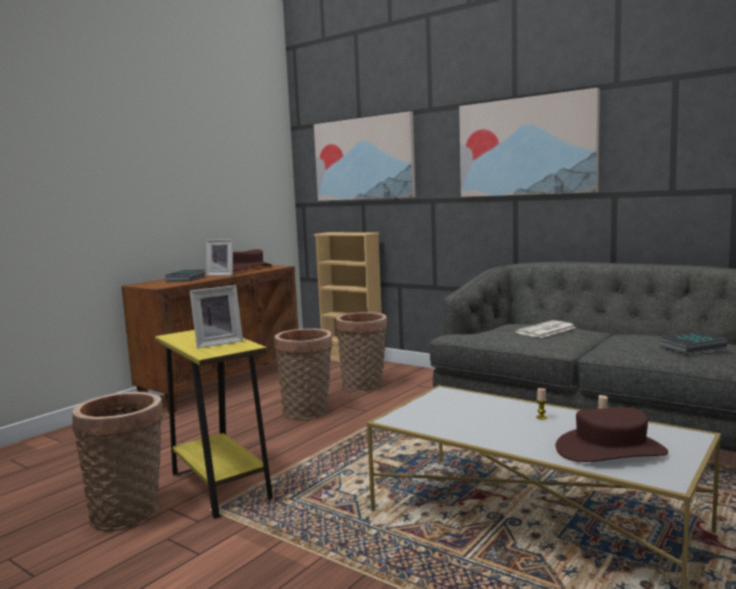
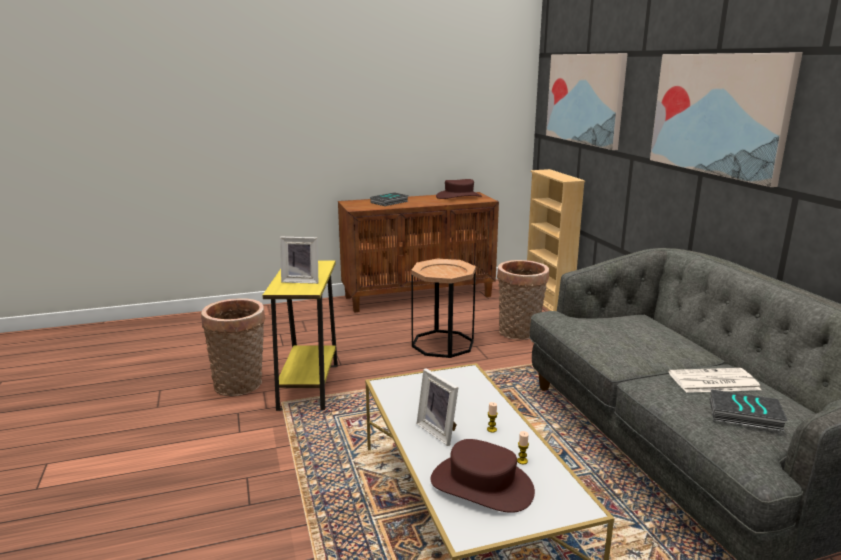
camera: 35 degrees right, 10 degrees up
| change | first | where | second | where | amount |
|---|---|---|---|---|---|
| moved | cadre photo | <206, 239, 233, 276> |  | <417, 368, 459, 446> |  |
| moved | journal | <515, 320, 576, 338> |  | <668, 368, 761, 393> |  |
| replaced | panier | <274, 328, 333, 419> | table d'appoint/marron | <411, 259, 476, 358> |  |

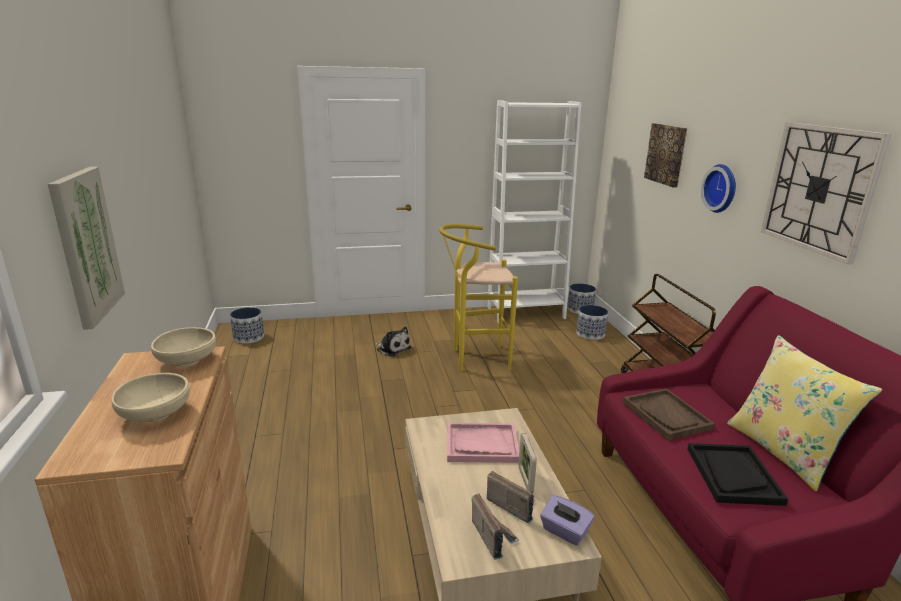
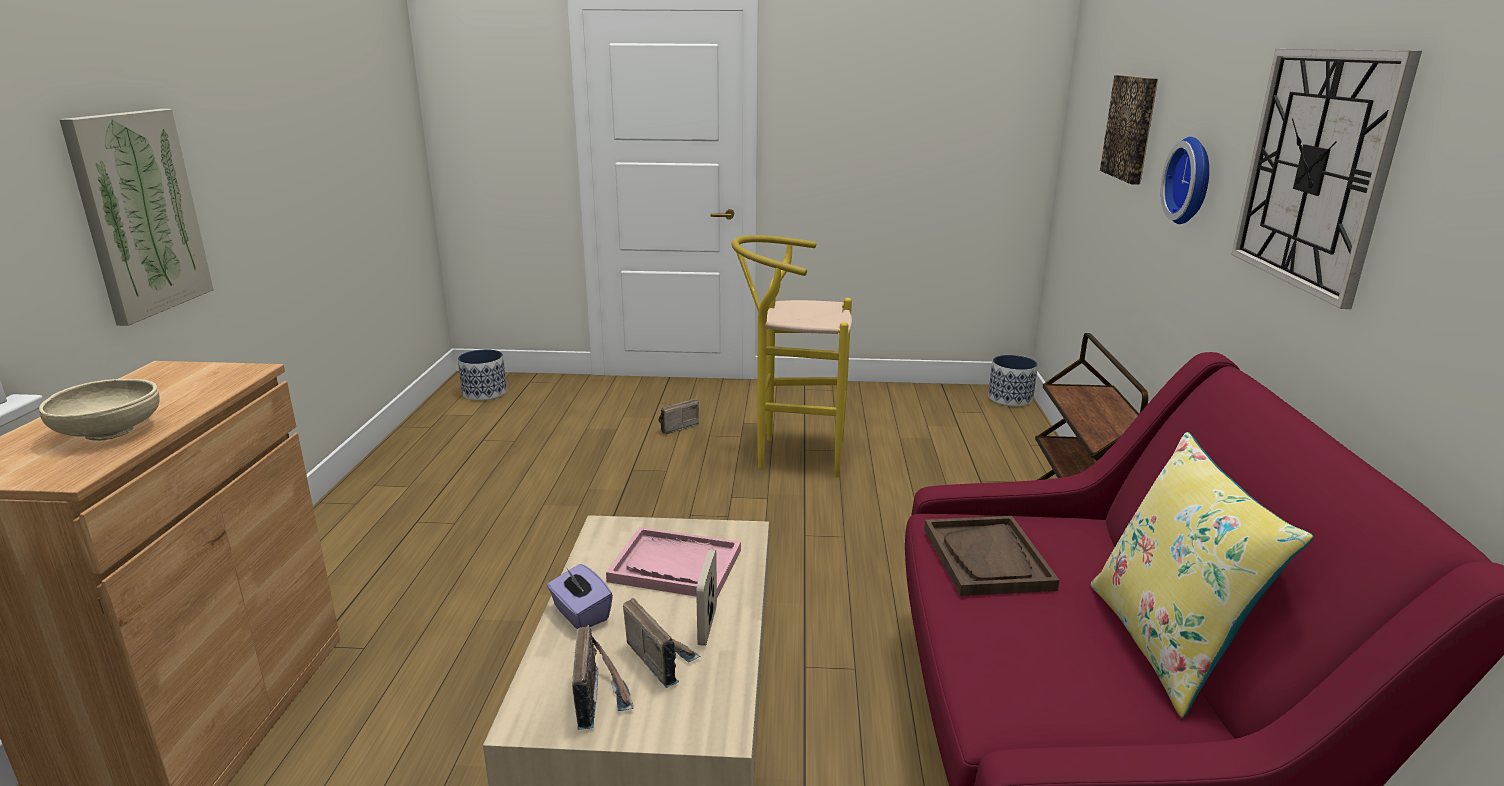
camera: 15 degrees right, 0 degrees up
| change | first | where | second | where | amount |
|---|---|---|---|---|---|
| removed | bol/beige | <151, 327, 216, 367> |  |  |  |
| removed | bibliothèque/blanc | <488, 100, 582, 323> |  |  |  |
| removed | cache-pot | <576, 305, 608, 340> |  |  |  |
| removed | plateau/noir | <688, 443, 788, 506> |  |  |  |
| moved | boîte à mouchoirs/violet | <540, 495, 594, 545> |  | <547, 564, 613, 629> |  |
| replaced | peluche | <375, 327, 411, 357> | radio | <658, 399, 700, 434> |  |

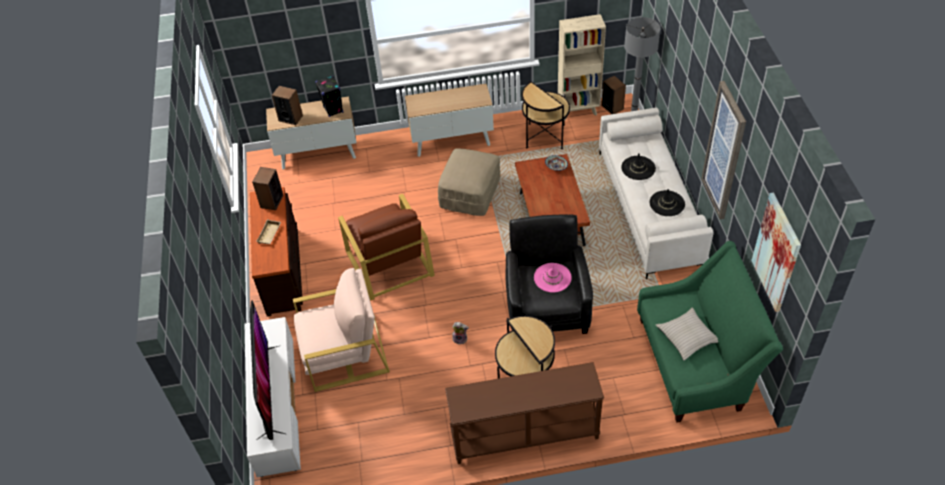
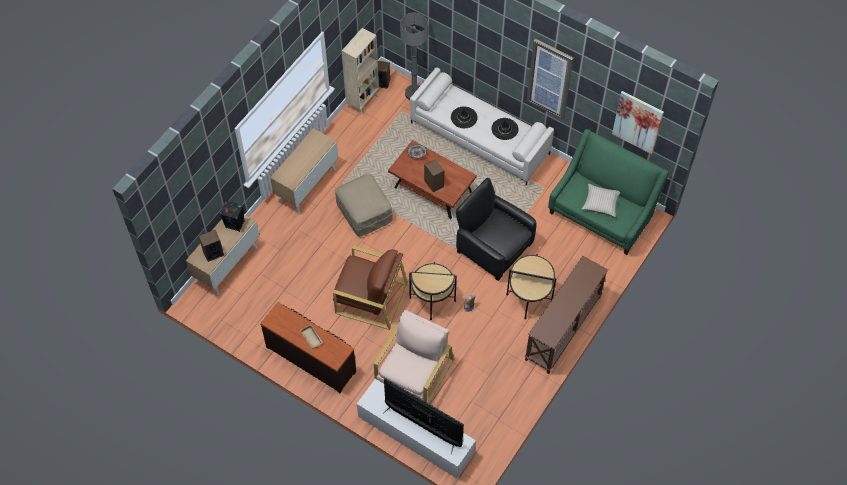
camera: 50 degrees left, 10 degrees up
| change | first | where | second | where | amount |
|---|---|---|---|---|---|
| removed | chapeau/rose | <534, 263, 572, 292> |  |  |  |
| moved | enceinte | <252, 167, 283, 210> |  | <424, 159, 444, 193> |  |
| moved | table d'appoint | <522, 81, 570, 149> |  | <409, 262, 457, 320> |  |

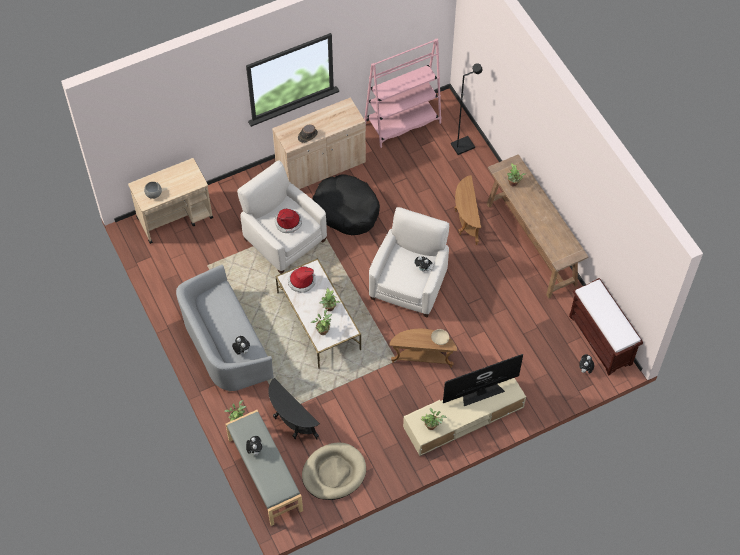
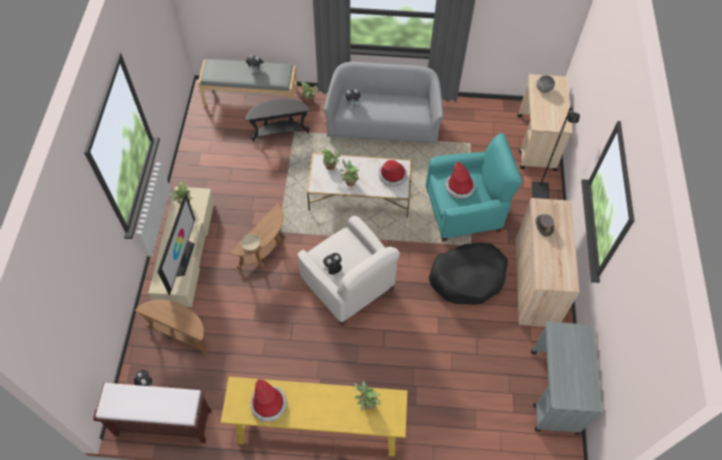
camera: 120 degrees right, 0 degrees up
| change | first | where | second | where | amount |
|---|---|---|---|---|---|
| removed | panier pour chien/beige | <302, 442, 366, 500> |  |  |  |
| added |  |  | chapeau | <250, 379, 287, 421> |  |
| moved | lampadaire/noir | <451, 63, 483, 155> |  | <532, 105, 580, 199> |  |
| moved | table d'appoint/marron | <454, 175, 481, 245> |  | <135, 300, 207, 354> |  |
| replaced | bibliothèque/rose | <364, 39, 441, 148> | chariot/gris | <531, 322, 602, 434> |  |
| recoloured | fauteuil/blanc | <237, 160, 327, 274> | fauteuil/turquoise | <426, 133, 522, 242> |  |
| recoloured | table console/marron | <487, 154, 589, 299> | table console/jaune | <221, 377, 408, 456> |  |

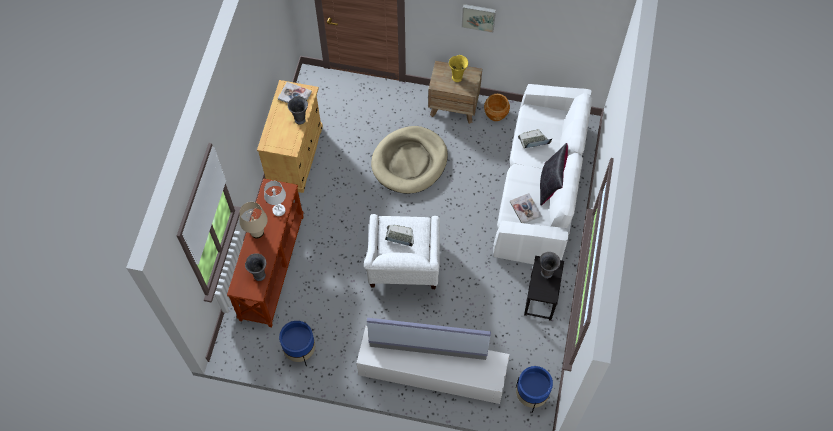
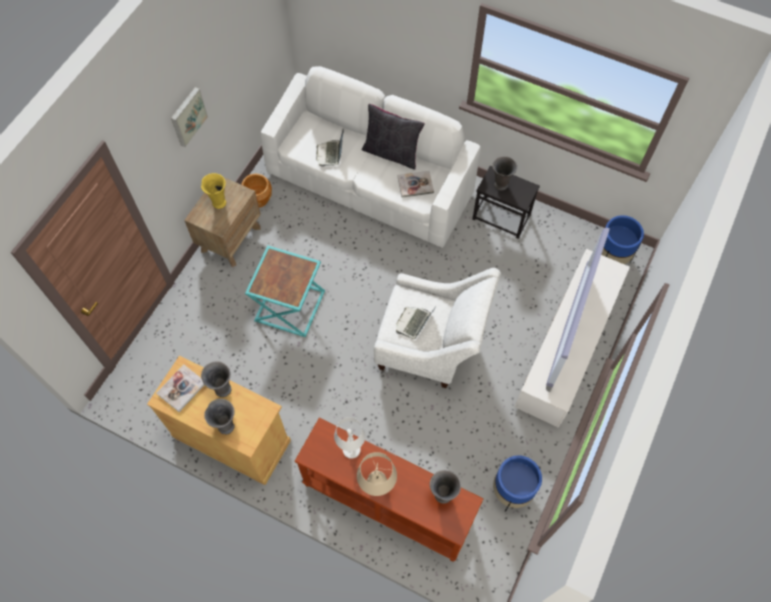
camera: 75 degrees left, 0 degrees up
| change | first | where | second | where | amount |
|---|---|---|---|---|---|
| added |  |  | vase/gris | <204, 399, 235, 435> |  |
| replaced | panier pour chien/beige | <371, 126, 448, 194> | table d'appoint/turquoise | <245, 245, 325, 337> |  |

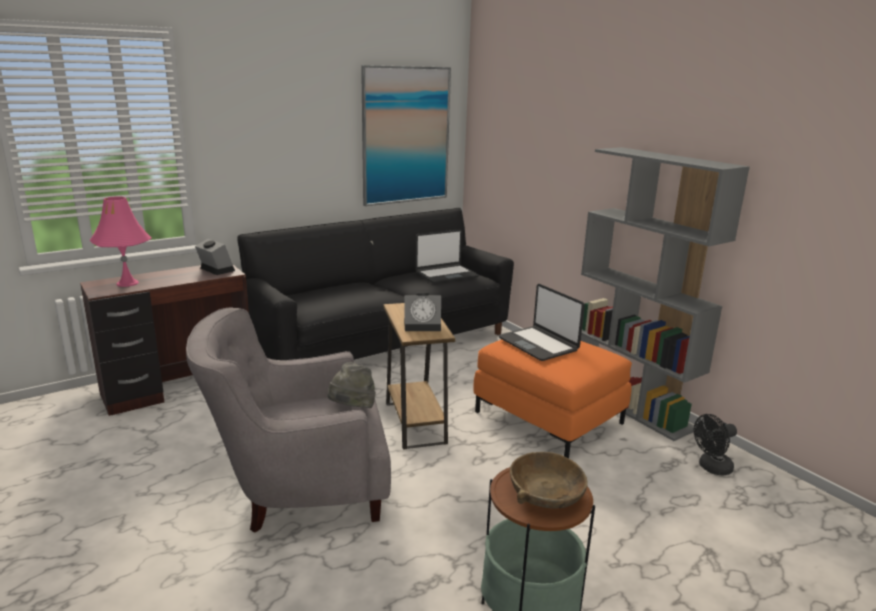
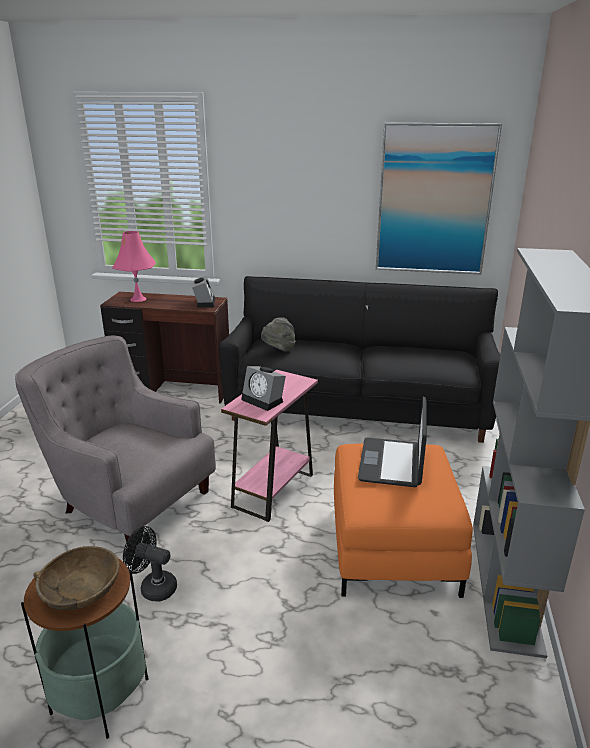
camera: 45 degrees right, 5 degrees up
| change | first | where | second | where | amount |
|---|---|---|---|---|---|
| removed | ordinateur portable | <415, 229, 479, 283> |  |  |  |
| moved | chapeau/gris | <328, 362, 376, 408> |  | <261, 318, 295, 352> |  |
| moved | ventilateur/noir | <694, 414, 737, 476> |  | <123, 526, 177, 602> |  |
| recoloured | table d'appoint/marron | <384, 303, 455, 450> | table d'appoint/rose | <221, 370, 318, 522> |  |

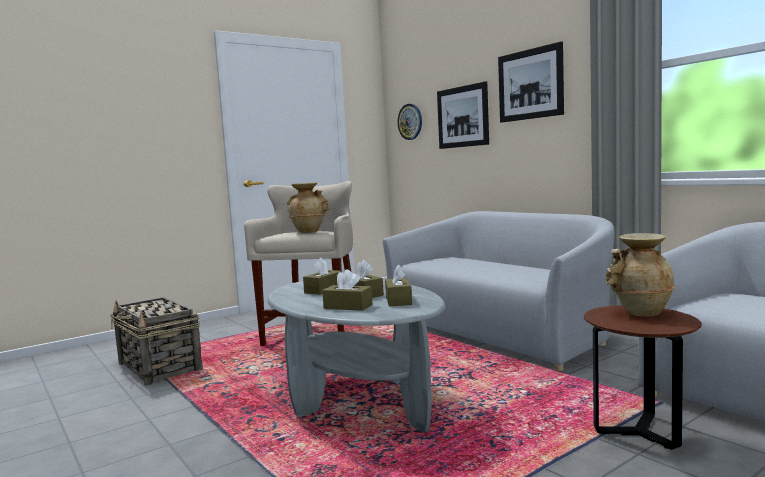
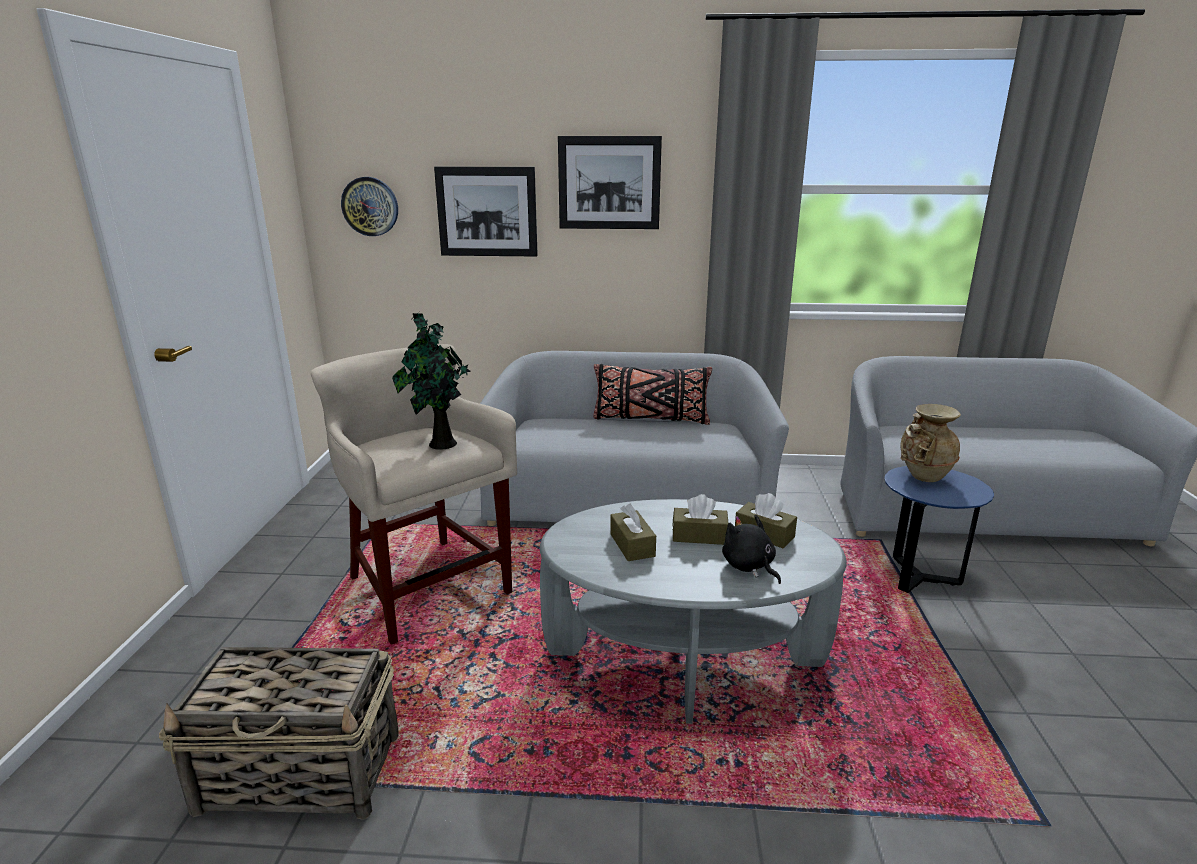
camera: 50 degrees left, 15 degrees up
| change | first | where | second | where | amount |
|---|---|---|---|---|---|
| added |  |  | coussin/noir | <593, 364, 712, 425> |  |
| replaced | vase/beige | <287, 182, 329, 233> | plante en pot | <392, 313, 471, 450> |  |
| replaced | boîte à mouchoirs/marron | <322, 269, 373, 311> | peluche/noir | <722, 515, 781, 584> |  |
| recoloured | table d'appoint/marron | <584, 305, 702, 450> | table d'appoint/bleu | <884, 466, 994, 593> |  |

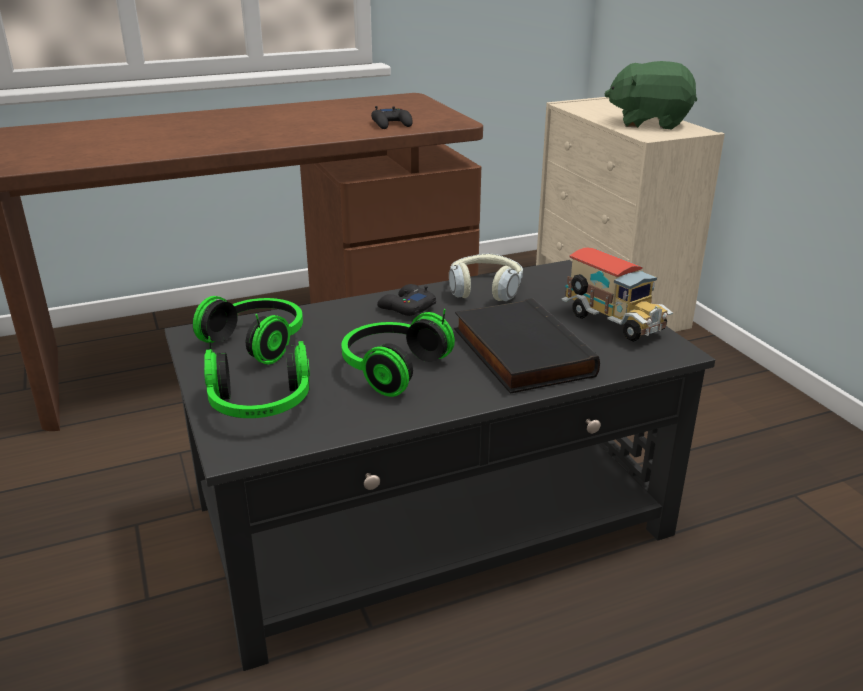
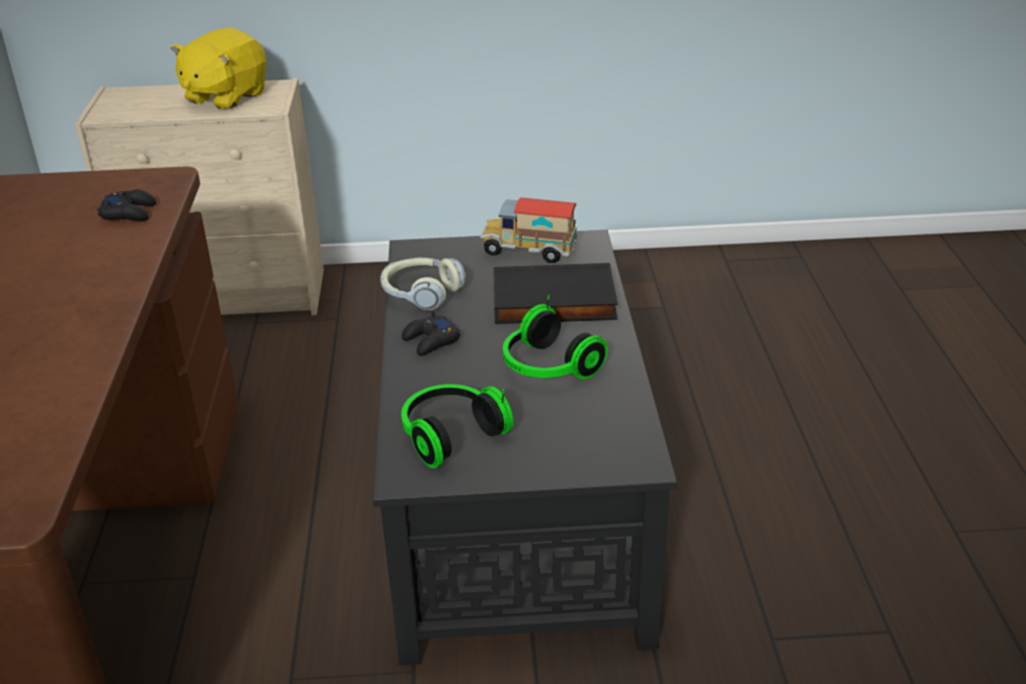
camera: 70 degrees left, 5 degrees up
| change | first | where | second | where | amount |
|---|---|---|---|---|---|
| removed | casque audio | <204, 336, 310, 418> |  |  |  |
| recoloured | peluche/vert | <605, 61, 697, 129> | peluche/jaune | <171, 28, 267, 110> |  |
| turned | camion jouet | <562, 247, 673, 342> |  | <480, 197, 577, 263> | 150 degrees counterclockwise |

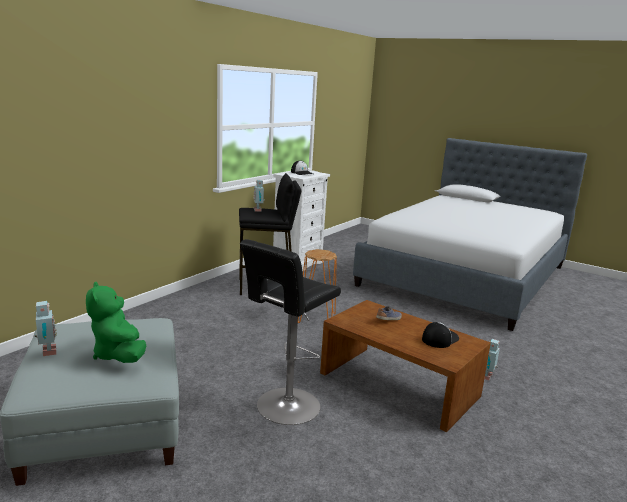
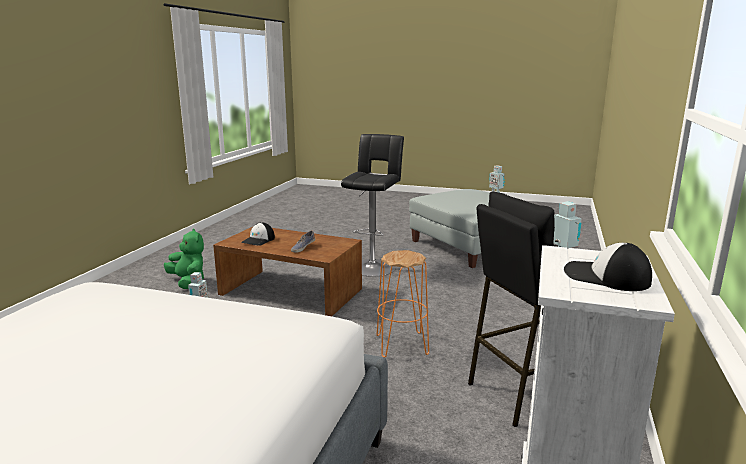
camera: 165 degrees right, 0 degrees up
| change | first | where | second | where | amount |
|---|---|---|---|---|---|
| moved | peluche/vert | <86, 282, 146, 363> |  | <164, 229, 204, 289> |  |

